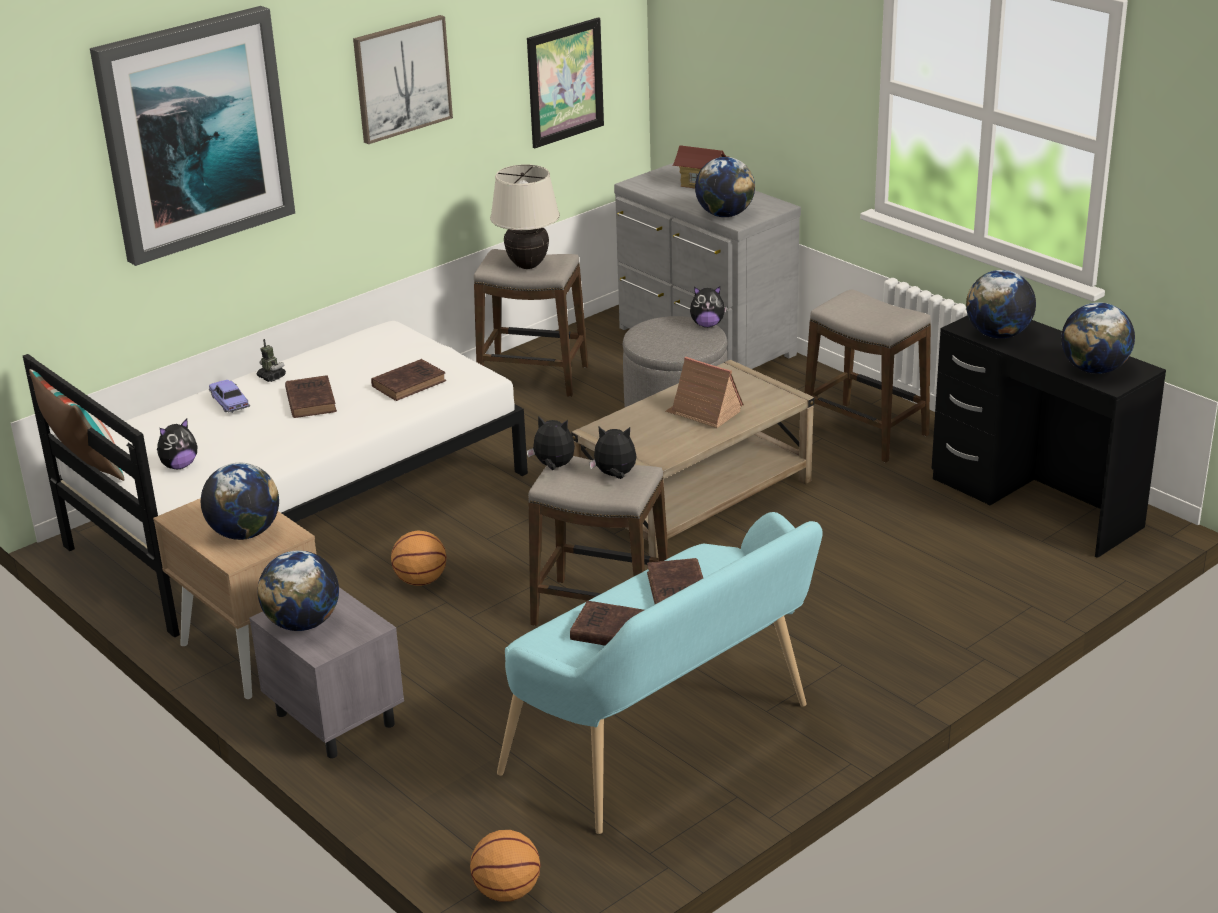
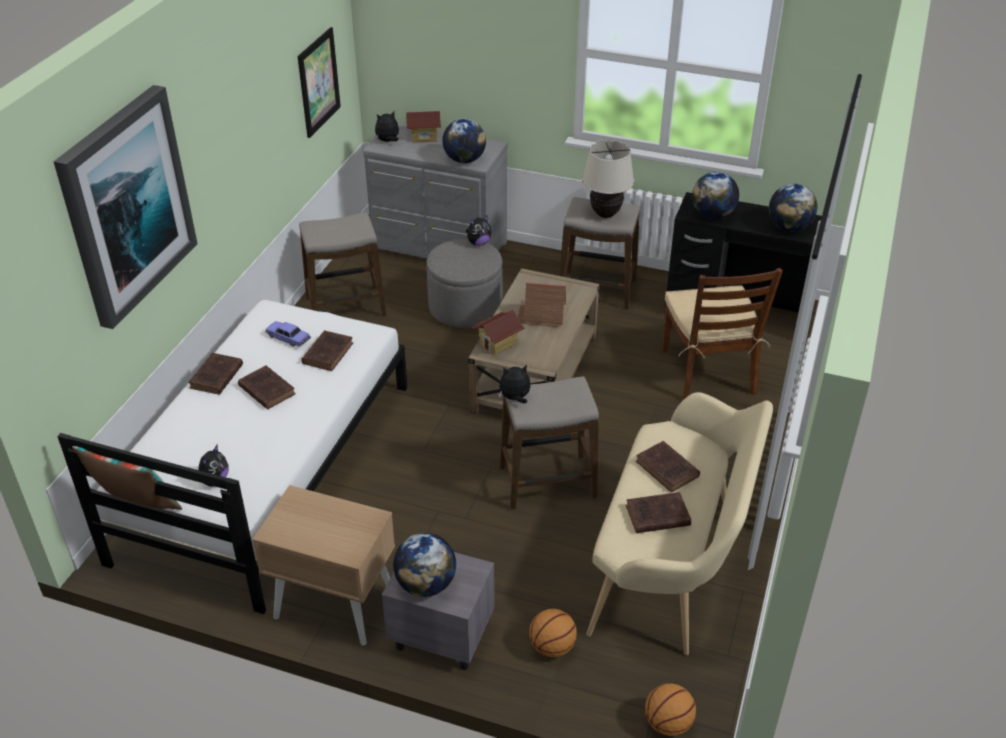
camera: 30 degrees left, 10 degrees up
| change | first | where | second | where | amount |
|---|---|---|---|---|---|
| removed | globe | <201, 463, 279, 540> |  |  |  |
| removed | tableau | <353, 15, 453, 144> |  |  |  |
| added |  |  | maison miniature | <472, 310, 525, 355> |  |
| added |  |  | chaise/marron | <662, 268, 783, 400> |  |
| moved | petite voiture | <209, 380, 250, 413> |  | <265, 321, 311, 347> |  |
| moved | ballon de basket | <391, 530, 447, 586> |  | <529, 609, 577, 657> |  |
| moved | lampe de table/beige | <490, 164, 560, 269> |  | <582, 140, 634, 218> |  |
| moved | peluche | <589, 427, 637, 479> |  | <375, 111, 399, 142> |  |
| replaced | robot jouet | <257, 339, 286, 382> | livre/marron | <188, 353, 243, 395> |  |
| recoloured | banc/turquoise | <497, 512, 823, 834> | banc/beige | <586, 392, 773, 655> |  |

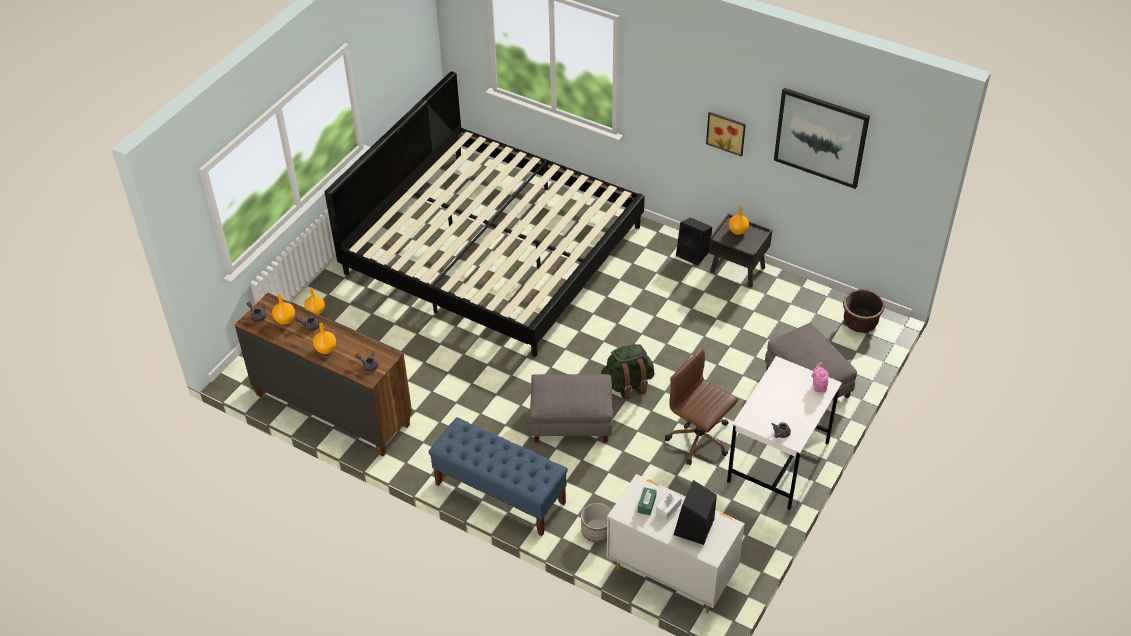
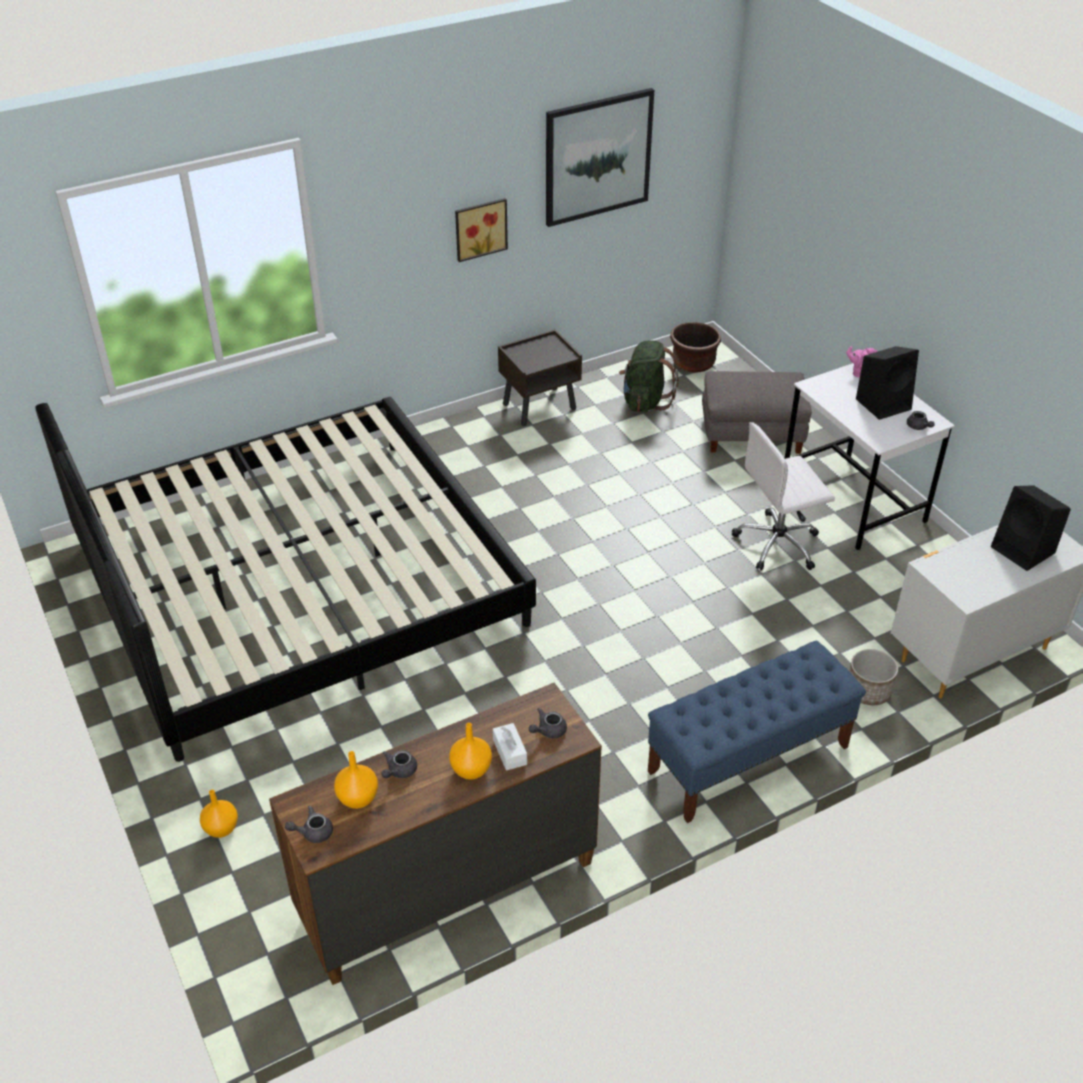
camera: 60 degrees left, 5 degrees down
| change | first | where | second | where | amount |
|---|---|---|---|---|---|
| removed | pouf/gris | <530, 374, 613, 442> |  |  |  |
| removed | boîte à mouchoirs/vert | <638, 487, 657, 515> |  |  |  |
| removed | vase/orange | <729, 206, 749, 235> |  |  |  |
| moved | sac à dos/vert | <601, 344, 654, 400> |  | <619, 340, 679, 412> |  |
| moved | boîte à mouchoirs/blanc | <656, 491, 682, 520> |  | <493, 723, 527, 771> |  |
| moved | enceinte/noir | <676, 218, 712, 265> |  | <856, 346, 919, 420> |  |
| recoloured | chaise de bureau/marron | <665, 348, 738, 465> | chaise de bureau/blanc | <732, 422, 835, 571> |  |

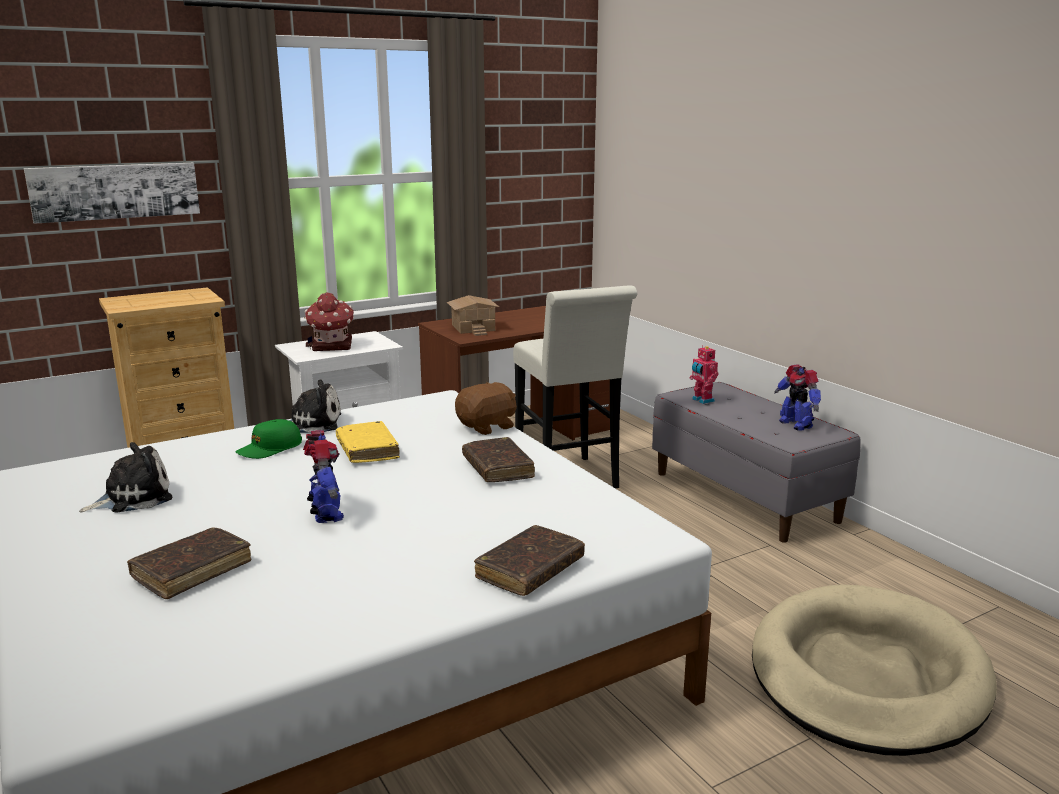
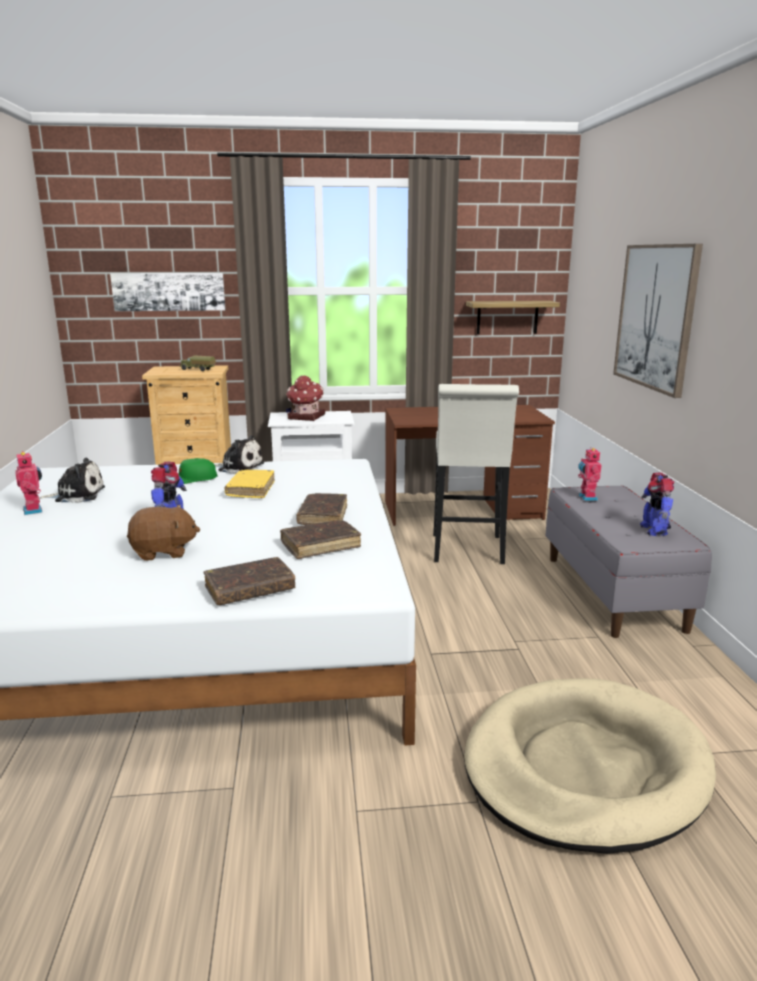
camera: 25 degrees right, 0 degrees up
| change | first | where | second | where | amount |
|---|---|---|---|---|---|
| removed | maison miniature | <447, 295, 499, 336> |  |  |  |
| added |  |  | robot jouet | <15, 451, 42, 515> |  |
| added |  |  | camion jouet | <179, 355, 216, 371> |  |
| added |  |  | étagère | <466, 301, 560, 334> |  |
| added |  |  | tableau | <613, 244, 703, 398> |  |
| moved | livre/marron | <127, 528, 251, 599> |  | <280, 520, 361, 559> |  |
| moved | peluche/marron | <455, 382, 517, 435> |  | <127, 505, 200, 561> |  |

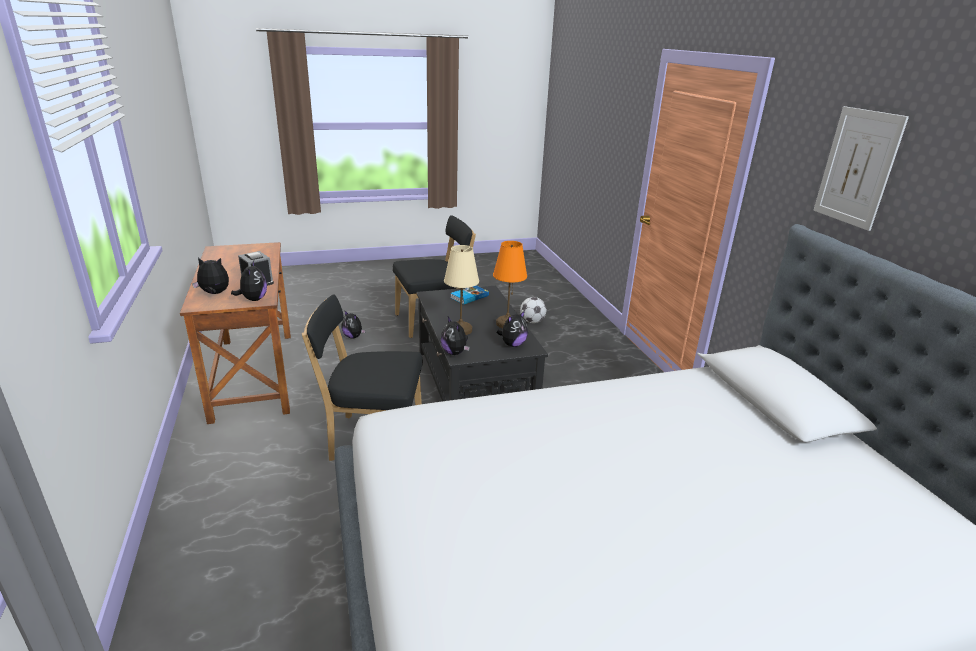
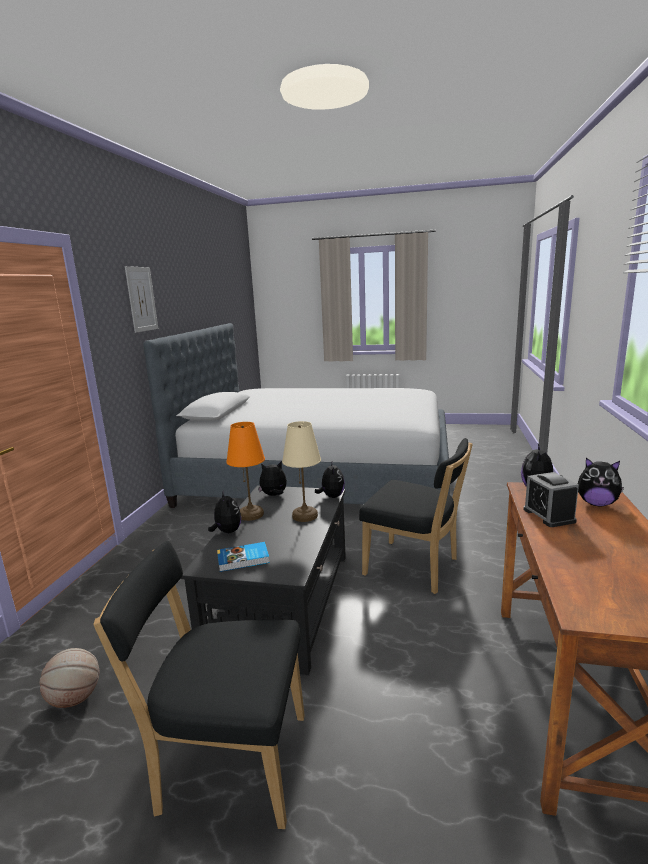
camera: 150 degrees left, 10 degrees down
| change | first | where | second | where | amount |
|---|---|---|---|---|---|
| moved | peluche | <341, 310, 366, 339> |  | <208, 491, 241, 533> |  |
| replaced | ballon de foot | <520, 297, 547, 323> | ballon de basket | <40, 648, 99, 708> |  |

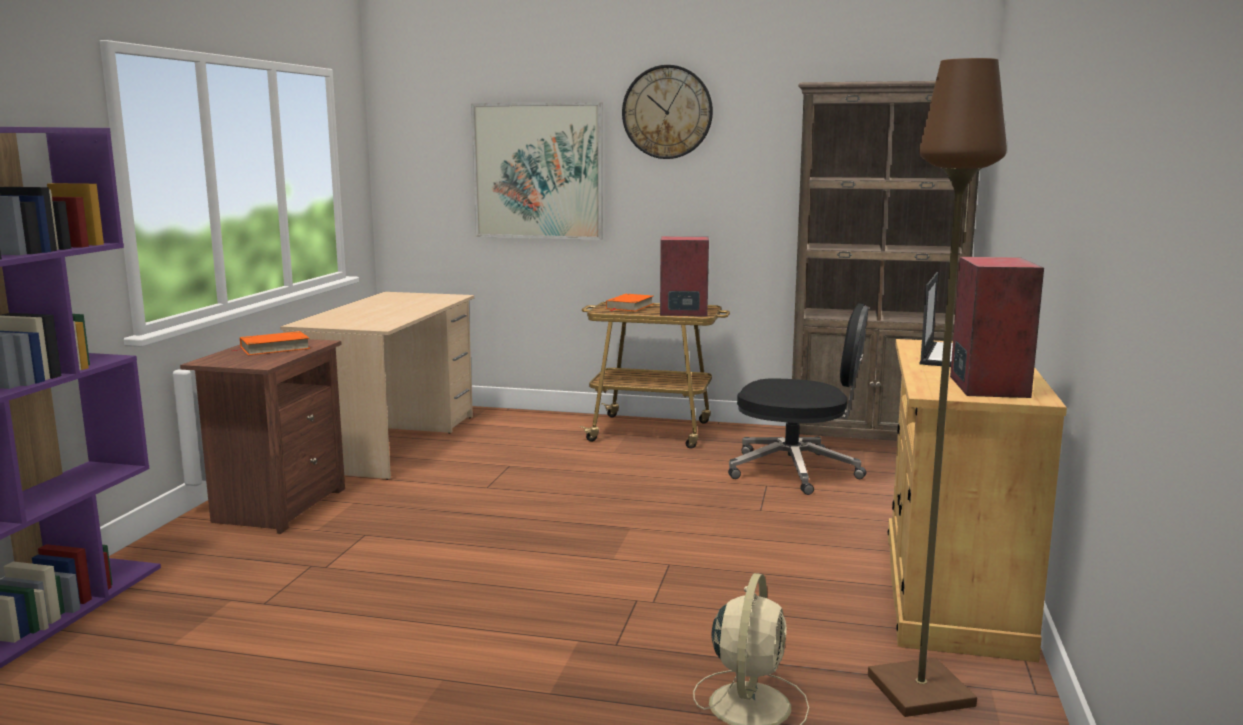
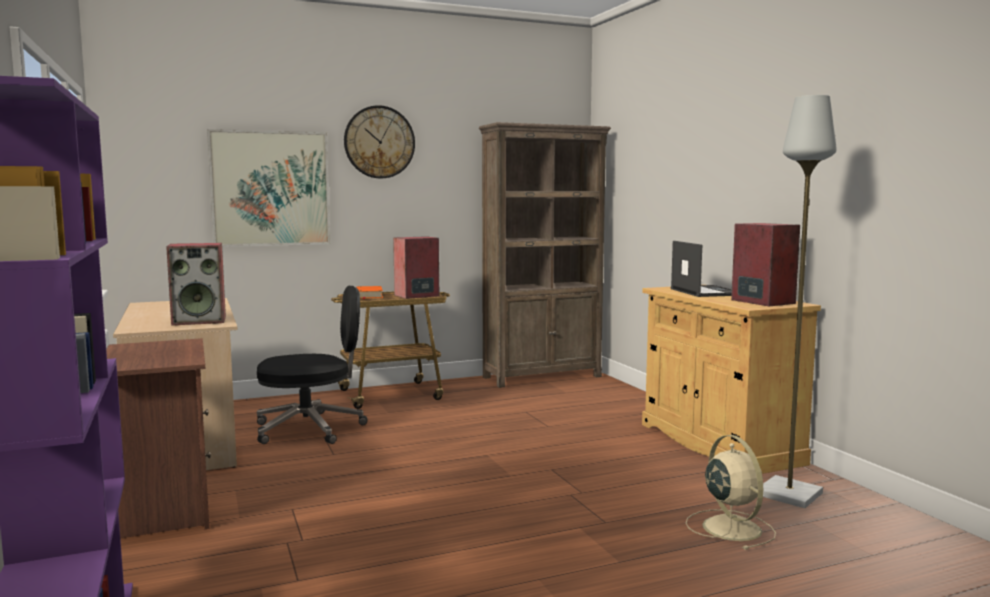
camera: 35 degrees left, 5 degrees down
| change | first | where | second | where | amount |
|---|---|---|---|---|---|
| removed | livre/orange | <233, 331, 310, 355> |  |  |  |
| added |  |  | enceinte | <166, 243, 226, 326> |  |
| moved | chaise de bureau/noir | <728, 303, 868, 495> |  | <257, 286, 368, 444> |  |
| recoloured | lampadaire/marron | <868, 58, 1007, 717> | lampadaire/gris | <763, 95, 837, 508> |  |

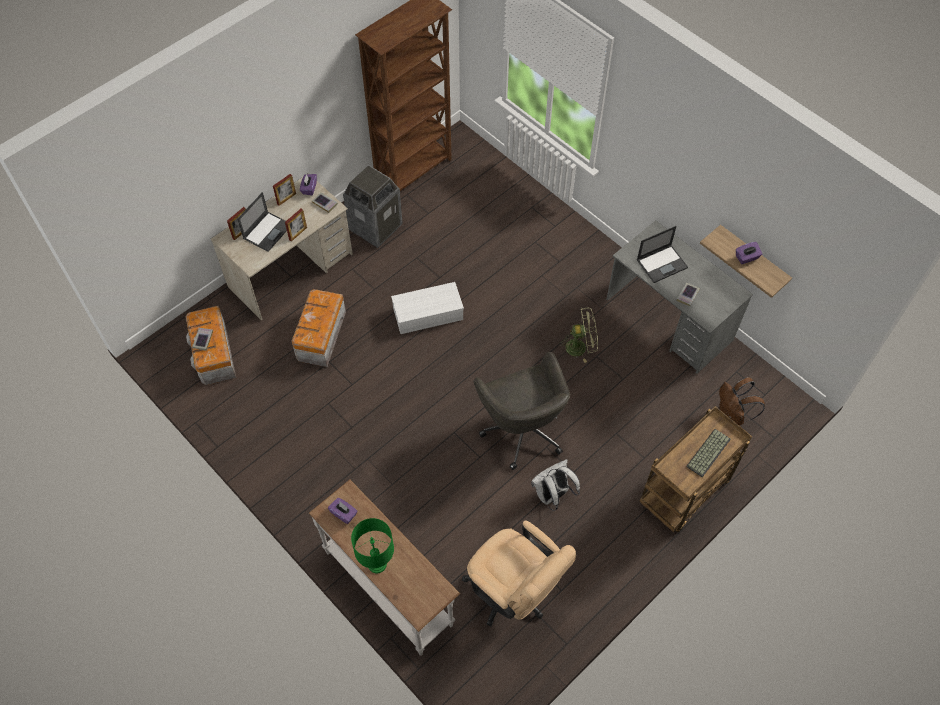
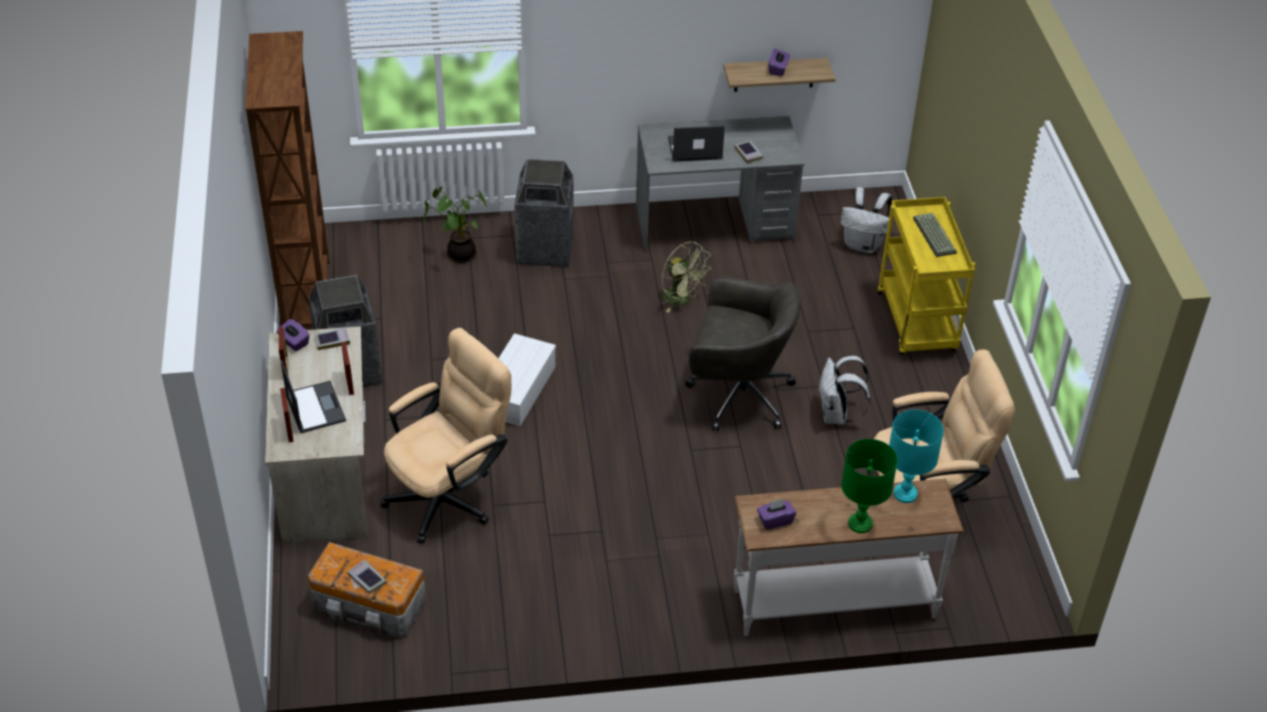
camera: 55 degrees left, 15 degrees down
| change | first | where | second | where | amount |
|---|---|---|---|---|---|
| added |  |  | plante en pot | <423, 186, 487, 263> |  |
| added |  |  | poubelle | <514, 159, 574, 267> |  |
| added |  |  | lampe de table/turquoise | <889, 410, 944, 503> |  |
| replaced | boîte de rangement | <291, 289, 346, 367> | chaise de bureau/beige | <381, 328, 511, 544> |  |
| recoloured | chariot/marron | <639, 406, 752, 532> | chariot/jaune | <877, 197, 975, 354> |  |
| recoloured | sac à dos/marron | <719, 377, 765, 426> | sac à dos/blanc | <840, 187, 892, 253> |  |
| turned | ventilateur/vert | <559, 307, 598, 363> |  | <662, 242, 712, 313> | 105 degrees clockwise |
| turned | ordinateur portable | <637, 226, 688, 283> |  | <668, 125, 725, 162> | 105 degrees counterclockwise |

